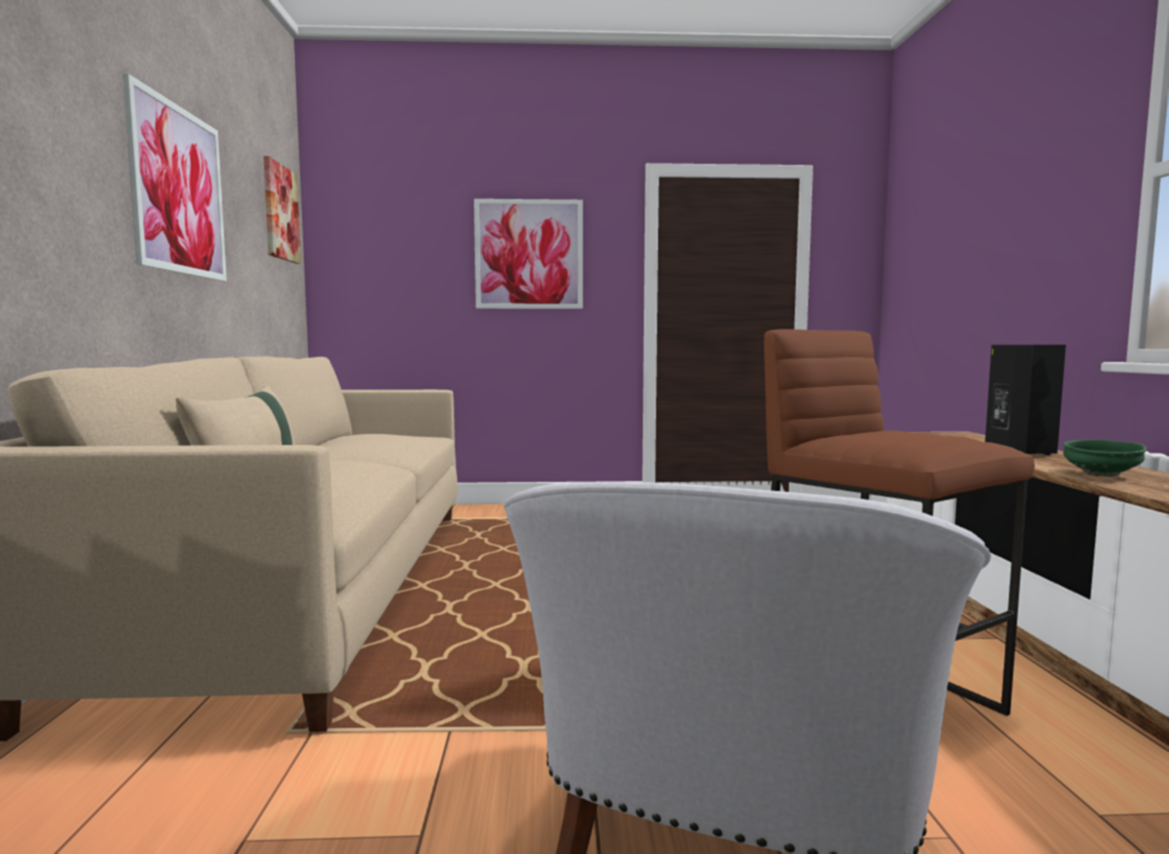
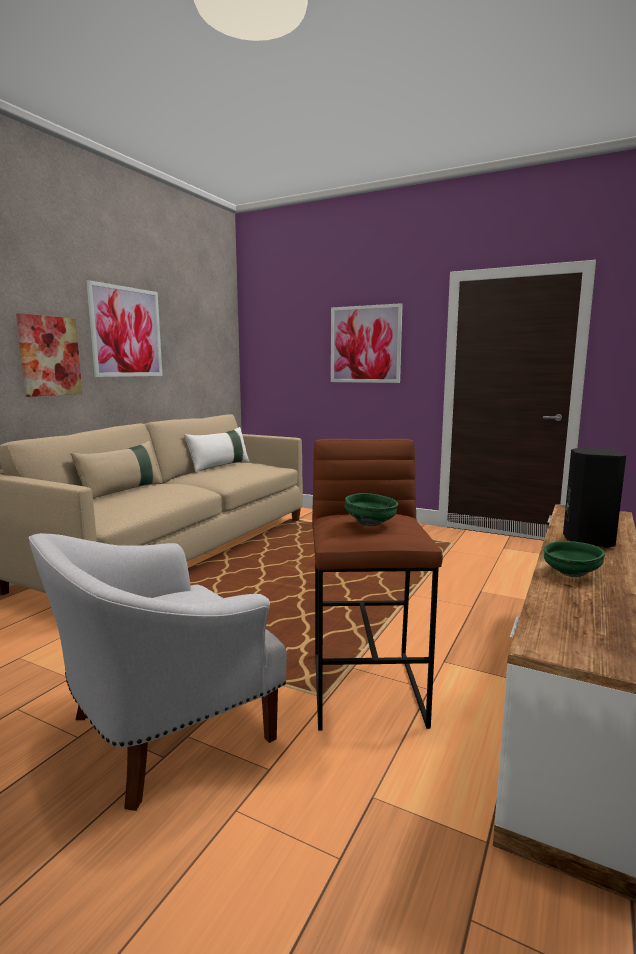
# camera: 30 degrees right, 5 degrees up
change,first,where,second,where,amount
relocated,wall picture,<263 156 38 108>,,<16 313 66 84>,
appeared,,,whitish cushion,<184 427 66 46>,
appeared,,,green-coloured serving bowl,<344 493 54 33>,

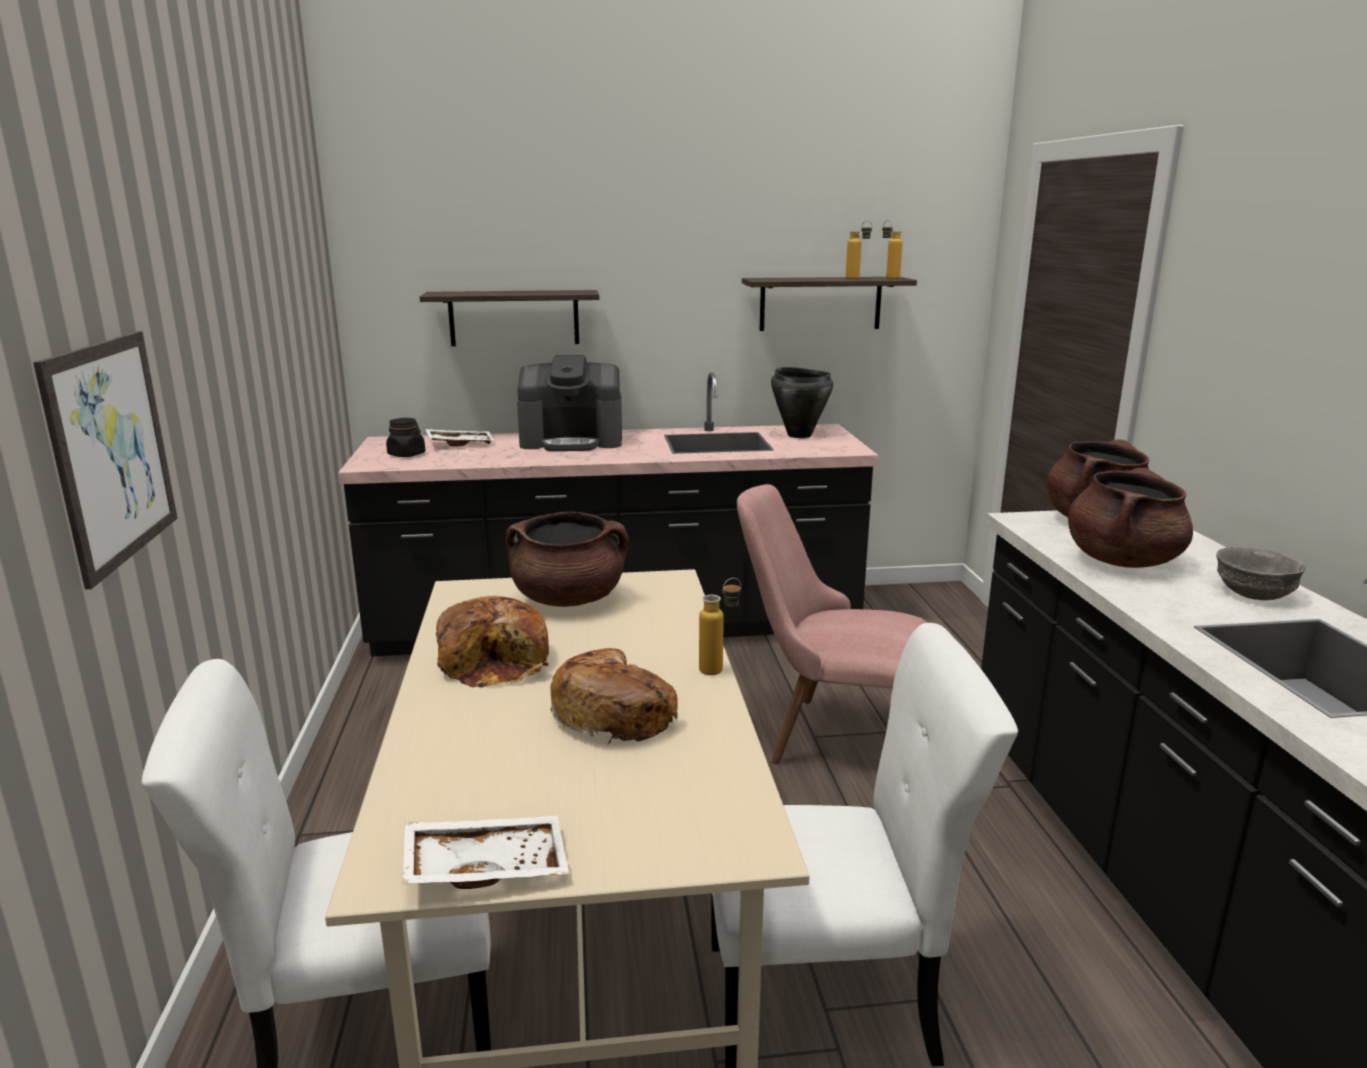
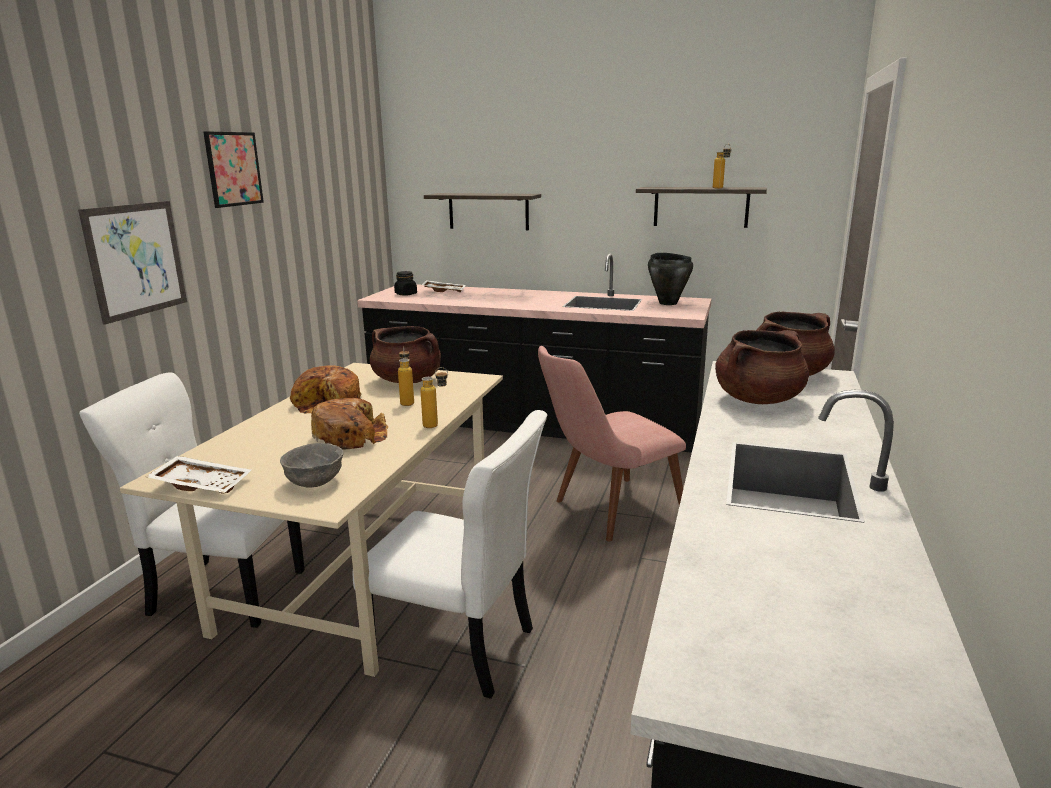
# camera: 25 degrees right, 0 degrees up
change,first,where,second,where,amount
relocated,beverage bottle,<882 220 21 59>,,<398 346 16 60>,
missing,coffee maker,<517 355 105 96>,,,
spun,pink upright chair,<737 484 191 280>,,<538 346 148 195>,75 degrees counterclockwise
relocated,greyish serving bowl,<1216 547 90 53>,,<280 443 63 45>,
appeared,,,wall picture,<203 131 61 77>,

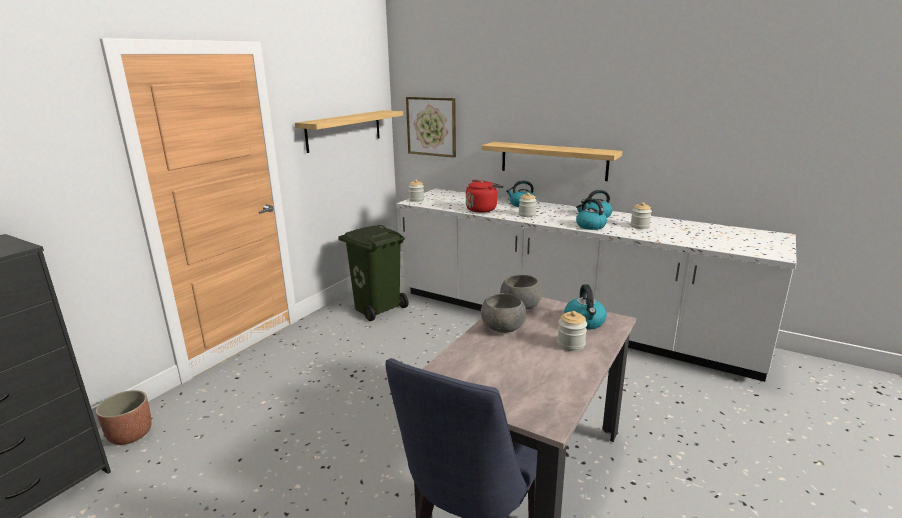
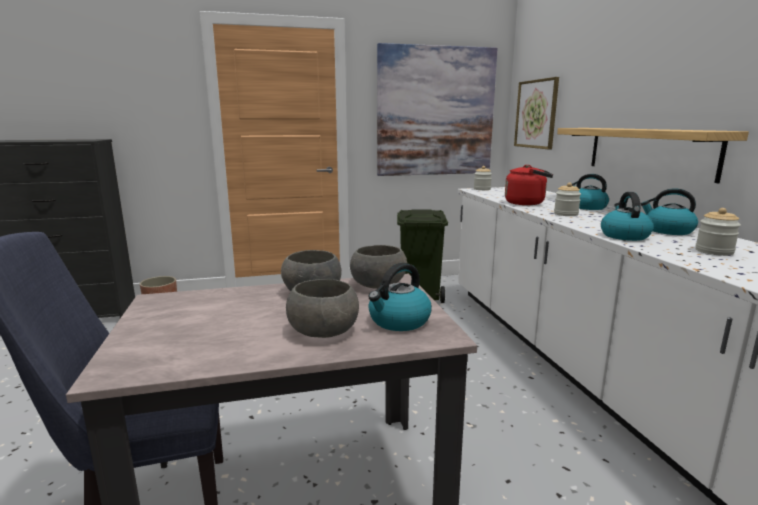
# camera: 45 degrees right, 5 degrees down
change,first,where,second,where,amount
exchanged,shelf,<295 110 108 43>,wall picture,<377 43 121 133>,
exchanged,storage jar,<557 311 30 40>,greyish serving bowl,<286 279 73 59>,

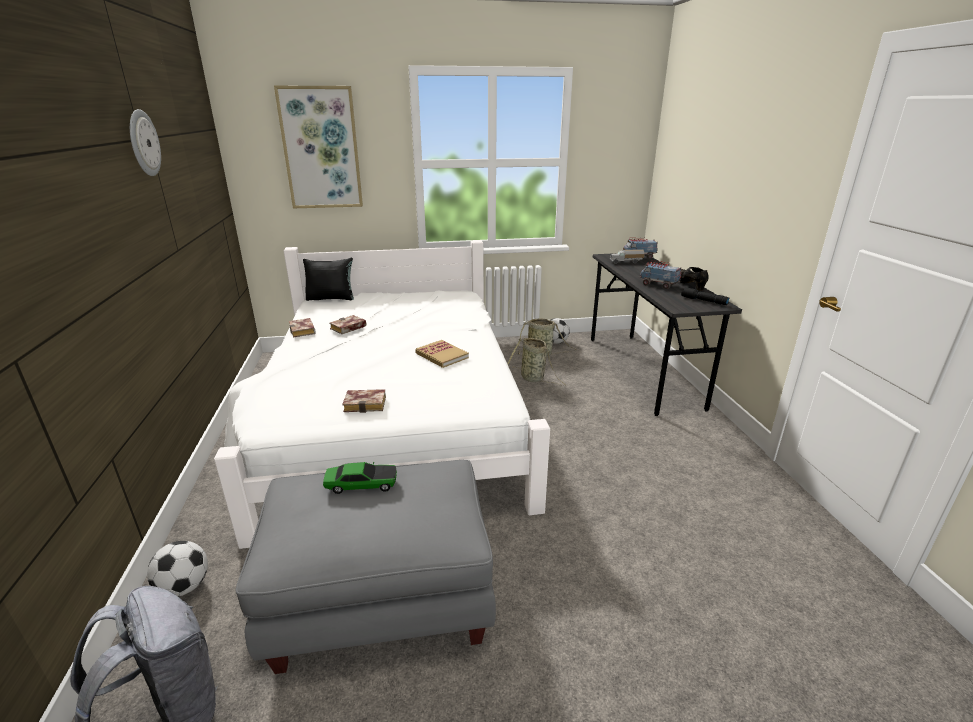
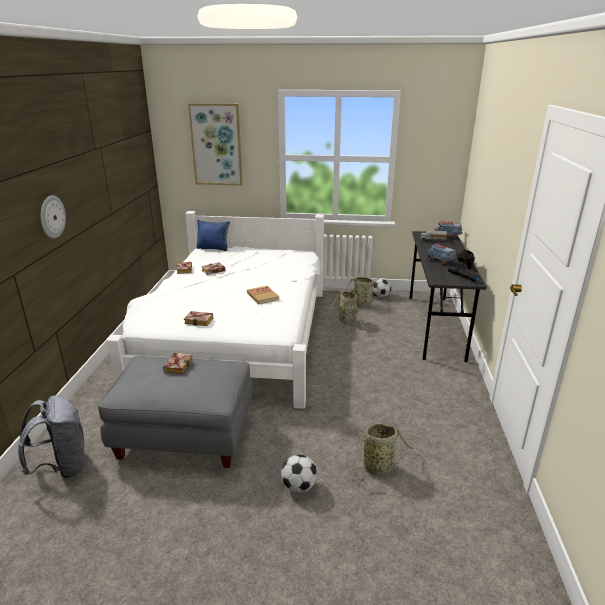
# camera: 15 degrees right, 0 degrees up
change,first,where,second,where,amount
relocated,clock on the wall,<130 109 31 67>,,<41 195 25 44>,
colour,black-coloured cushion,<303 258 51 43>,bluish cushion,<196 220 34 31>,
exchanged,model car,<323 462 74 32>,volume,<163 353 30 21>,
relocated,football,<147 541 61 56>,,<281 455 36 38>,
appeared,,,basket,<350 424 68 58>,

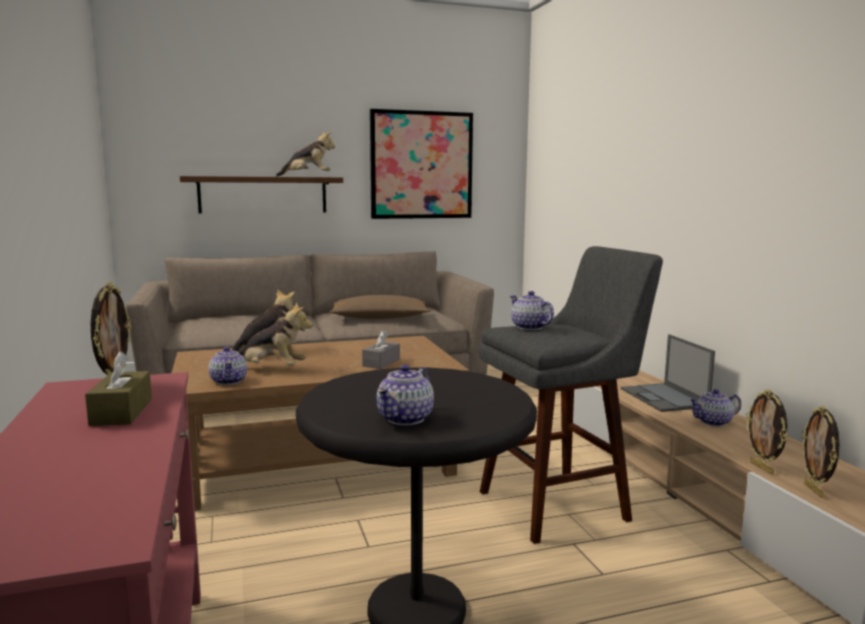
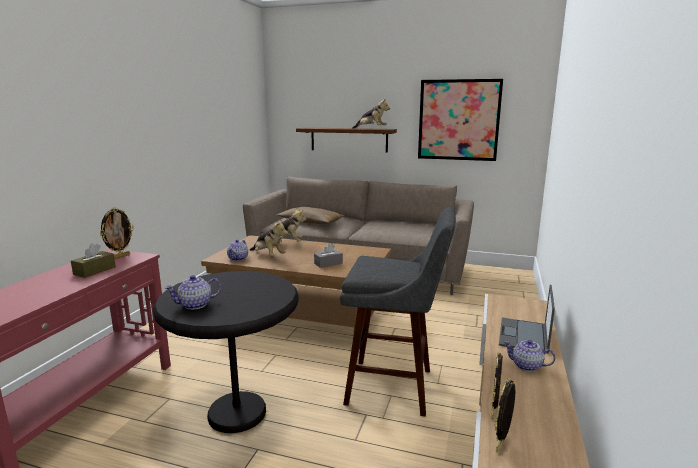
# camera: 35 degrees right, 5 degrees up
change,first,where,second,where,amount
missing,teapot,<510 291 44 39>,,,
relocated,brown-coloured cushion,<329 295 101 24>,,<276 207 69 17>,

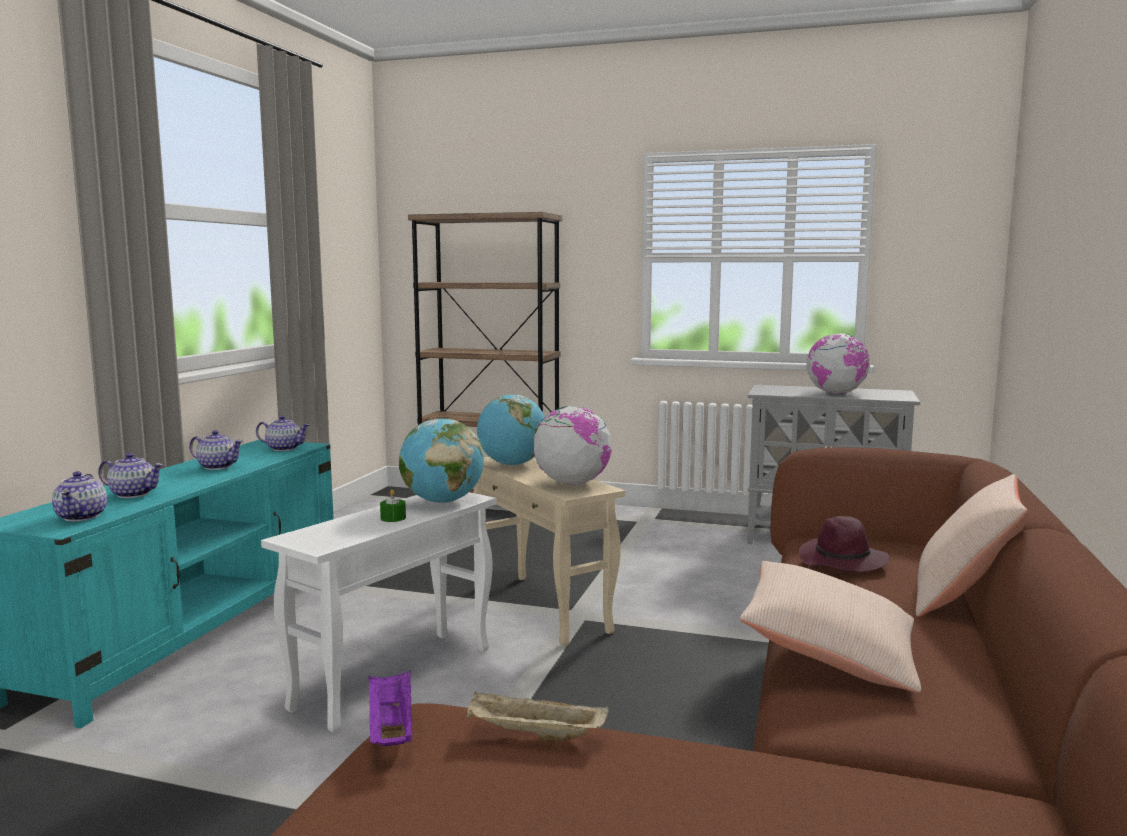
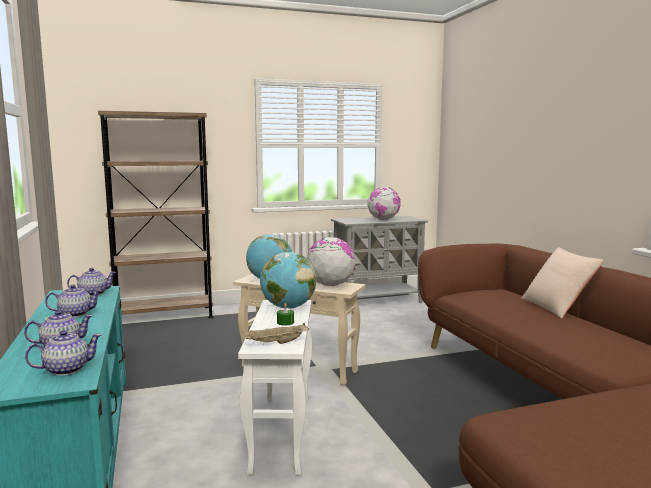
# camera: 35 degrees left, 0 degrees up
change,first,where,second,where,amount
spun,teapot,<52 471 55 50>,,<25 330 77 46>,75 degrees counterclockwise
missing,purplish hat,<799 516 90 56>,,,
missing,sand-coloured cushion,<740 561 181 132>,,,
missing,purplish serving tray,<368 670 44 77>,,,
relocated,sand-coloured serving tray,<467 691 142 50>,,<241 323 68 21>,

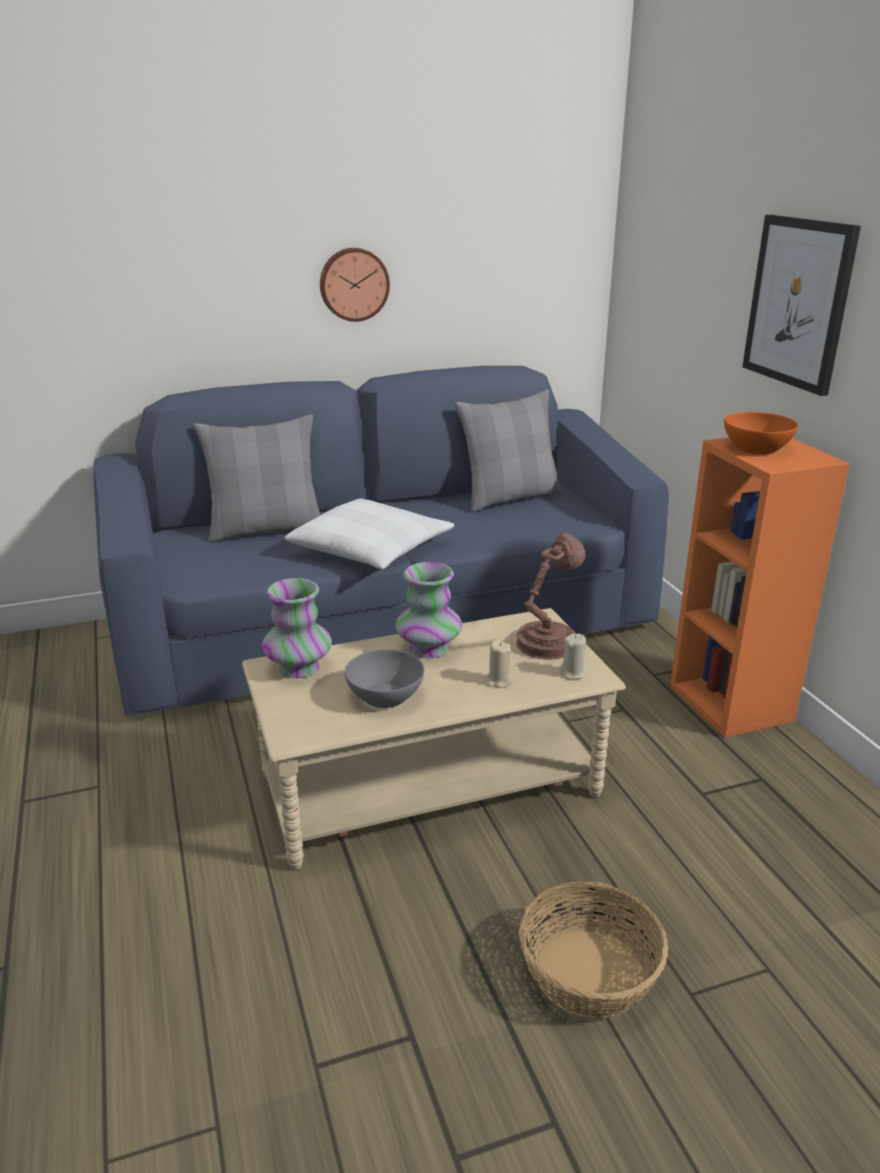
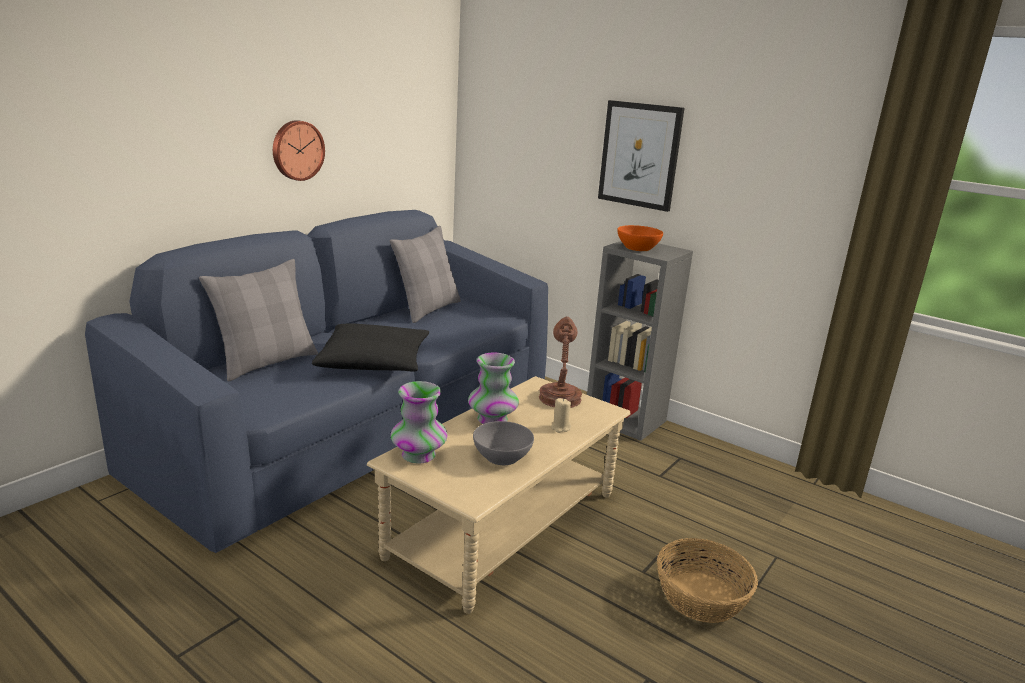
# camera: 35 degrees left, 5 degrees down
change,first,where,second,where,amount
colour,orangey shelving unit,<670 438 180 300>,greyish shelving unit,<587 241 106 200>,
colour,whitish cushion,<284 499 170 71>,black-coloured cushion,<312 323 117 49>,
missing,sand-coloured candle,<559 634 28 45>,,,

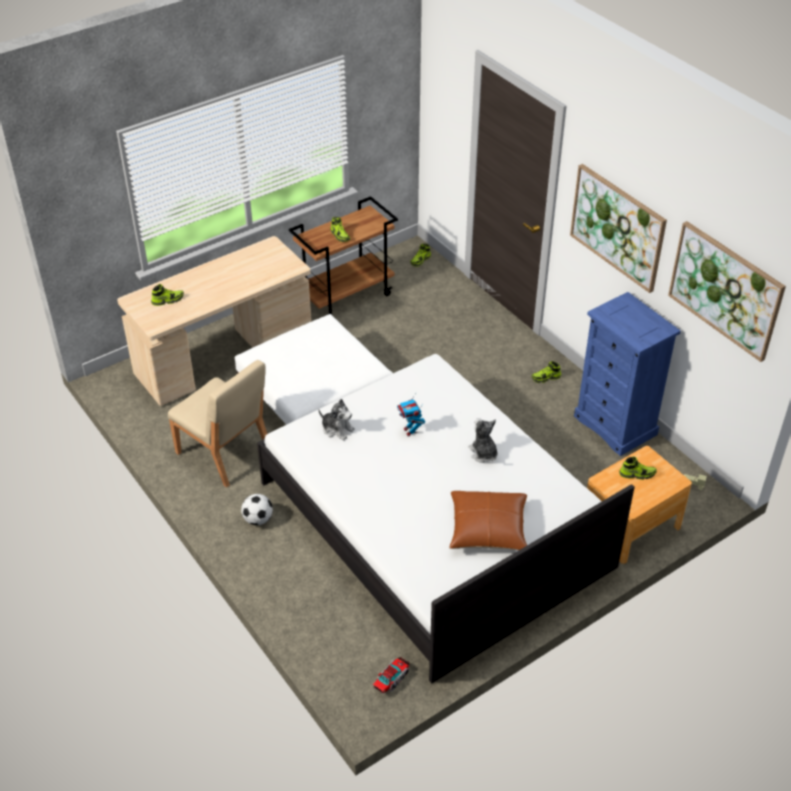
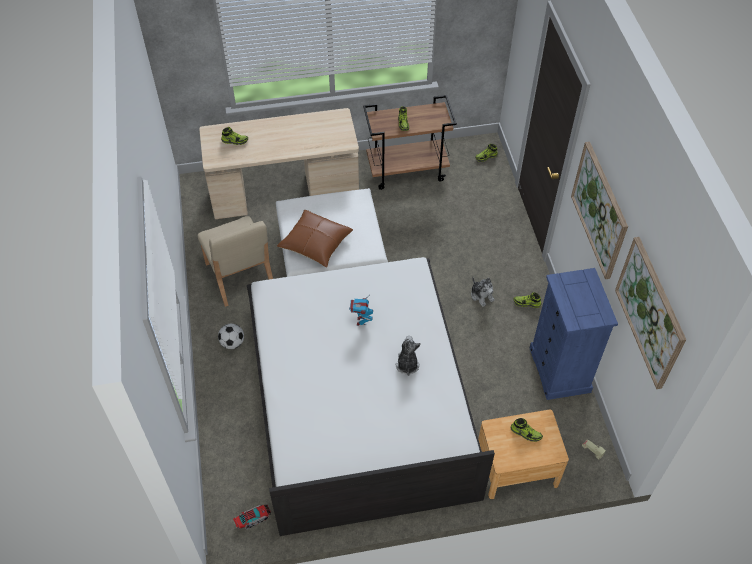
# camera: 25 degrees right, 10 degrees up
change,first,where,second,where,amount
relocated,cuddly toy,<318 399 37 42>,,<471 277 24 30>,
relocated,brown-coloured cushion,<449 491 78 59>,,<277 210 76 58>,

